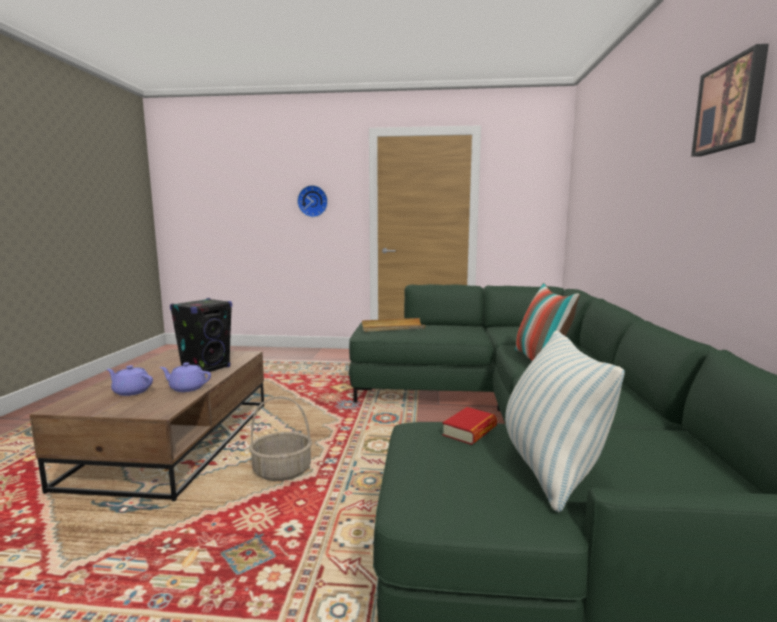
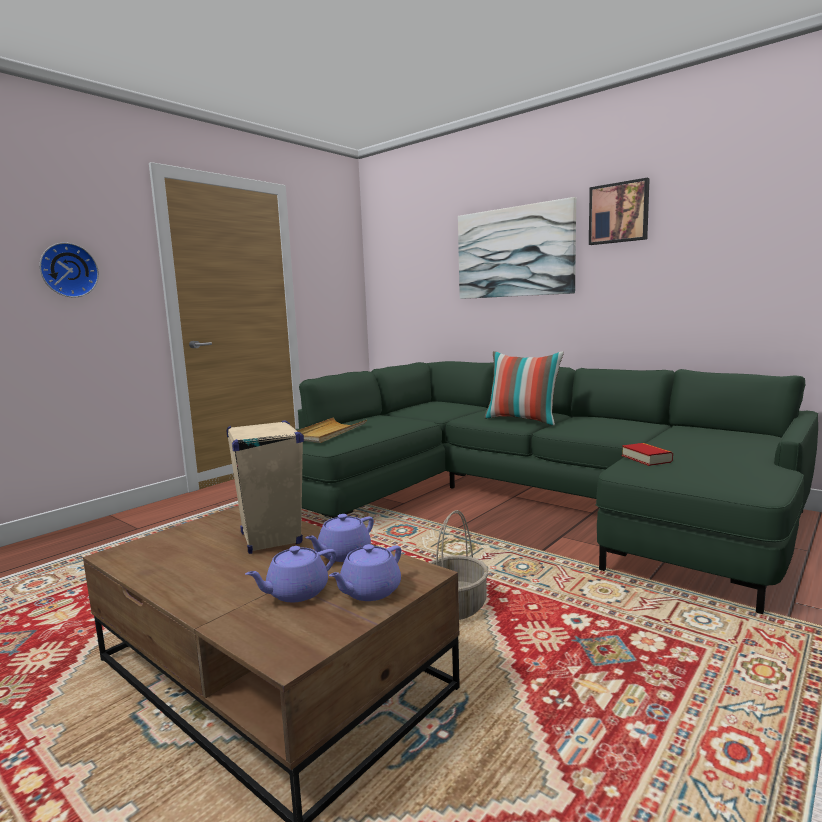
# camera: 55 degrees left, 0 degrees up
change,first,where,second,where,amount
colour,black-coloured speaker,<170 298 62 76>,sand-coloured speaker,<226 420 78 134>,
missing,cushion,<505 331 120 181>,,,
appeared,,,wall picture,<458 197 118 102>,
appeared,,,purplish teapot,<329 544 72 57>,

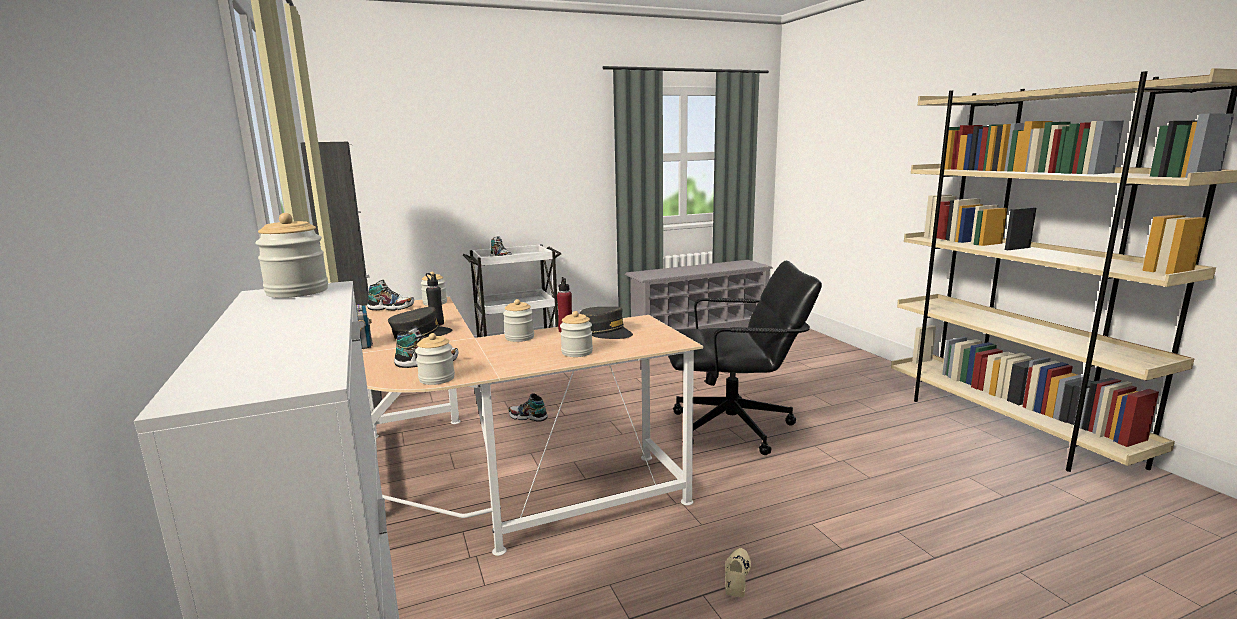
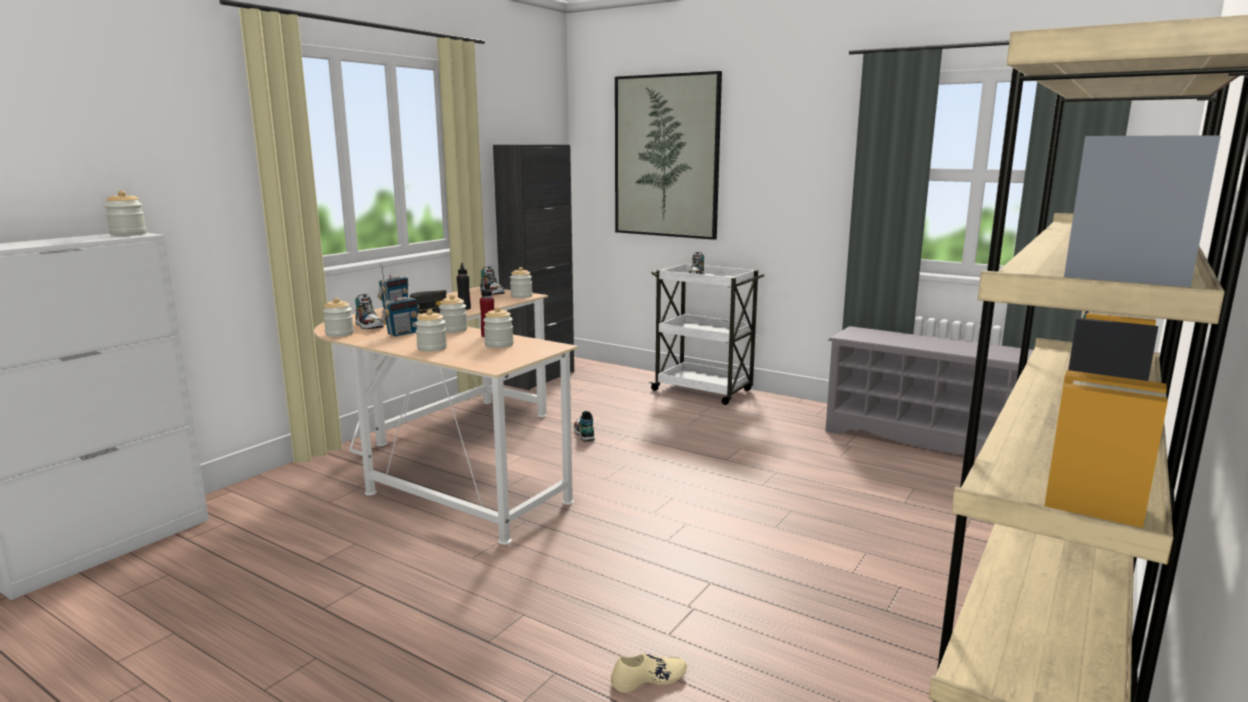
# camera: 55 degrees right, 0 degrees up
change,first,where,second,where,amount
missing,black-coloured office chair,<668 261 154 194>,,,
exchanged,greyish cap,<580 307 53 32>,storage jar,<483 306 31 42>,
relocated,sand-coloured item of footwear,<725 548 26 49>,,<611 654 76 39>,
appeared,,,wall picture,<615 71 107 169>,
appeared,,,radio,<381 283 38 53>,

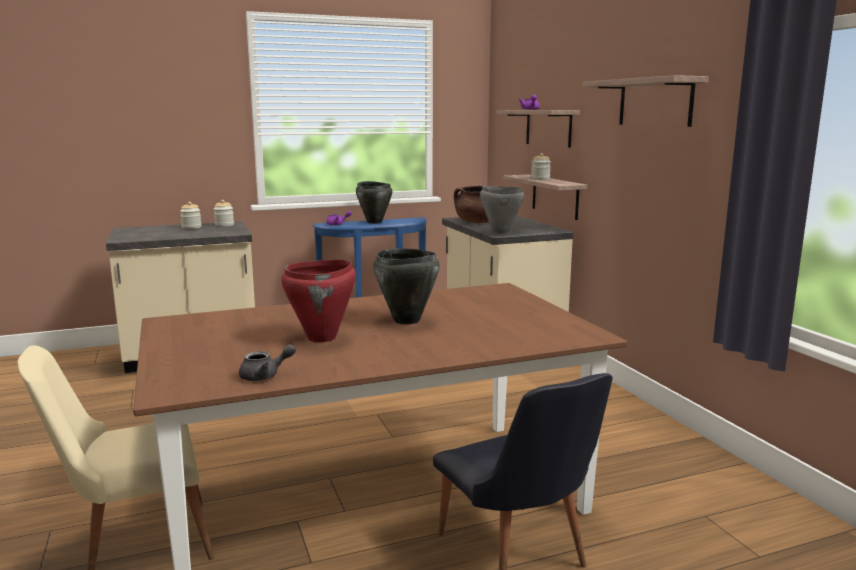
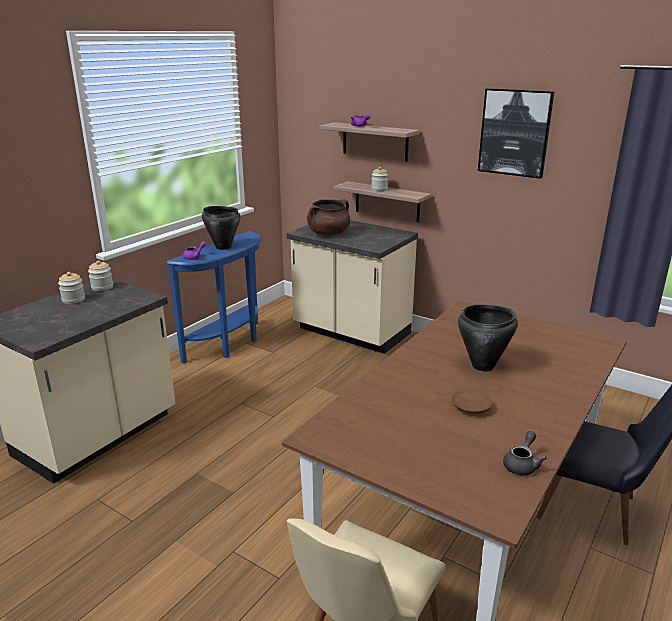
# camera: 35 degrees left, 10 degrees up
change,first,where,second,where,amount
exchanged,shelf,<583 75 126 52>,wall picture,<478 88 76 91>,
missing,greyish stockpot,<480 186 44 48>,,,
exchanged,reddish stockpot,<281 260 75 83>,brown-coloured plate,<451 390 41 24>,

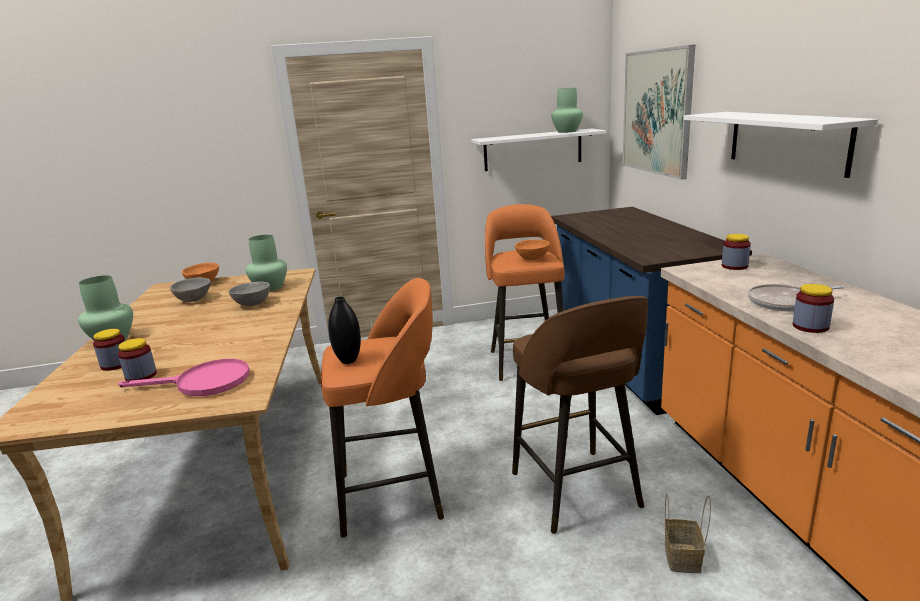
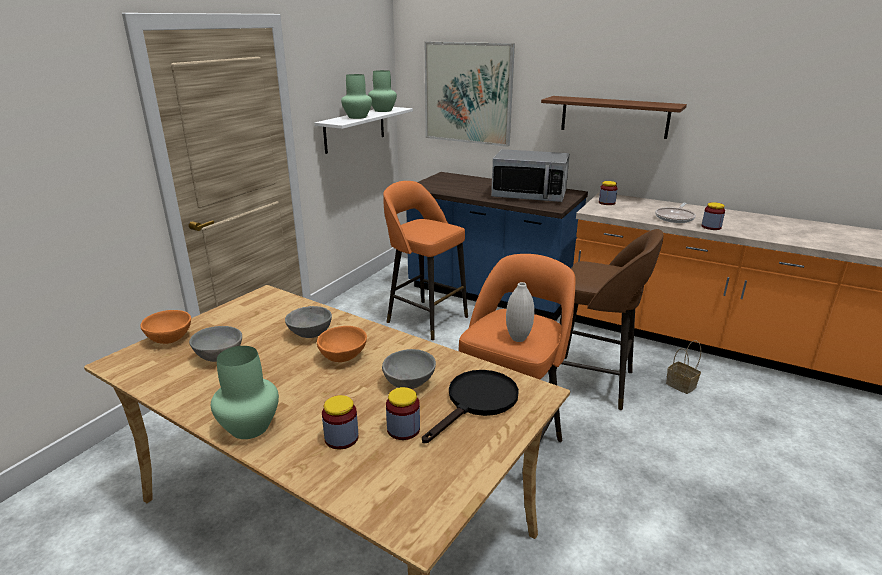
# camera: 50 degrees left, 5 degrees up
change,first,where,second,where,amount
colour,whitish shelf,<684 112 194 66>,brown-coloured shelf,<541 96 146 43>,
relocated,green-coloured vase,<246 235 41 57>,,<341 74 31 45>,
relocated,orangey serving bowl,<515 240 35 20>,,<317 326 50 36>,
colour,black-coloured vase,<328 296 33 68>,whitish vase,<506 282 28 60>,
colour,pink pan,<118 359 132 37>,black-coloured pan,<422 370 97 73>,
appeared,,,kitchen microwave,<491 149 79 53>,
appeared,,,greyish serving bowl,<382 349 54 40>,

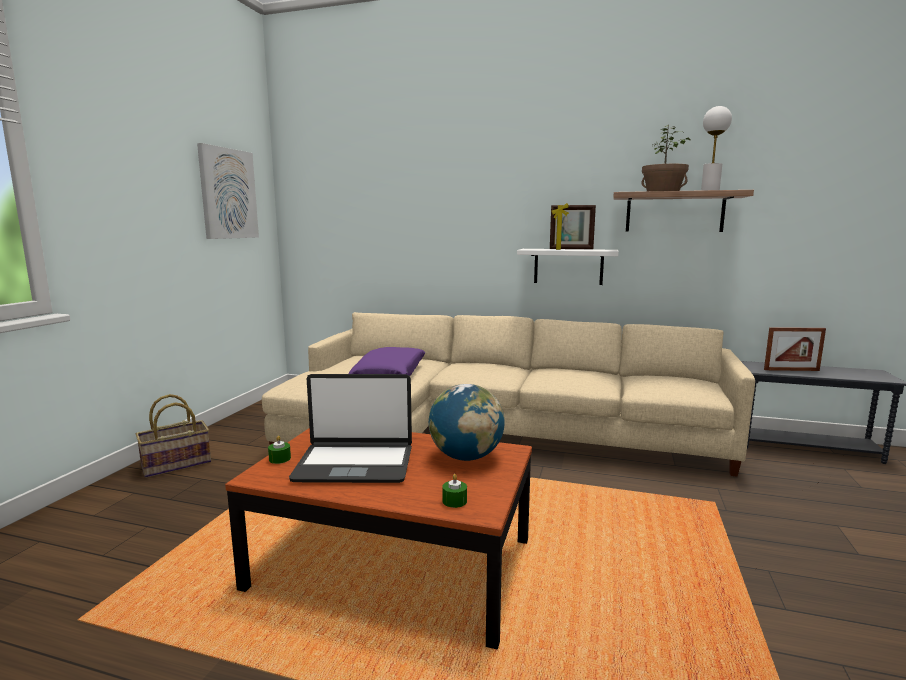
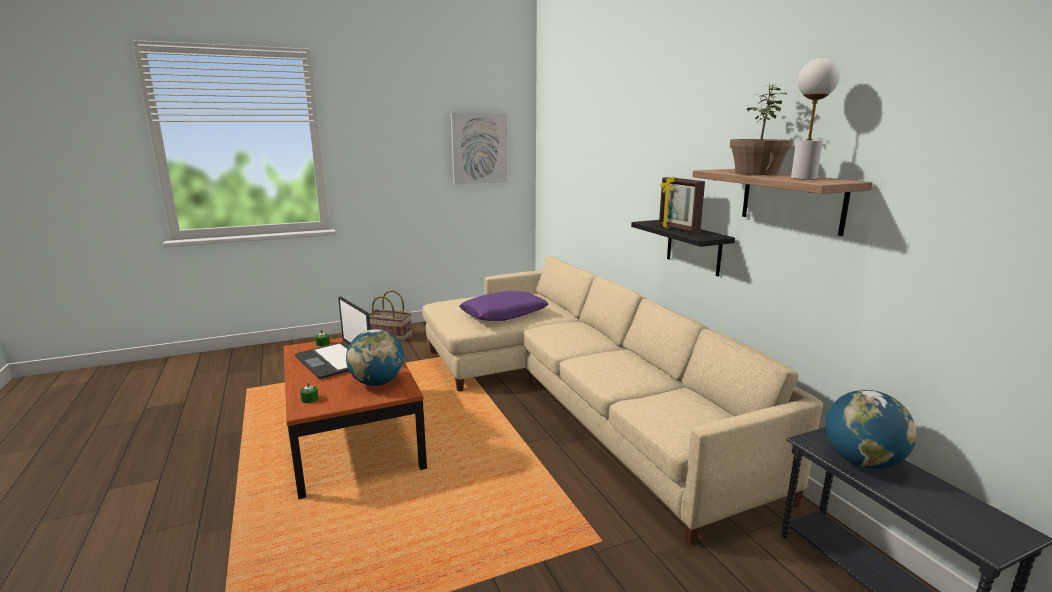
# camera: 50 degrees right, 5 degrees up
change,first,where,second,where,amount
colour,whitish shelf,<517 249 102 36>,black-coloured shelf,<631 220 104 56>,
exchanged,standing frame,<764 327 62 44>,desk globe,<826 390 90 79>,

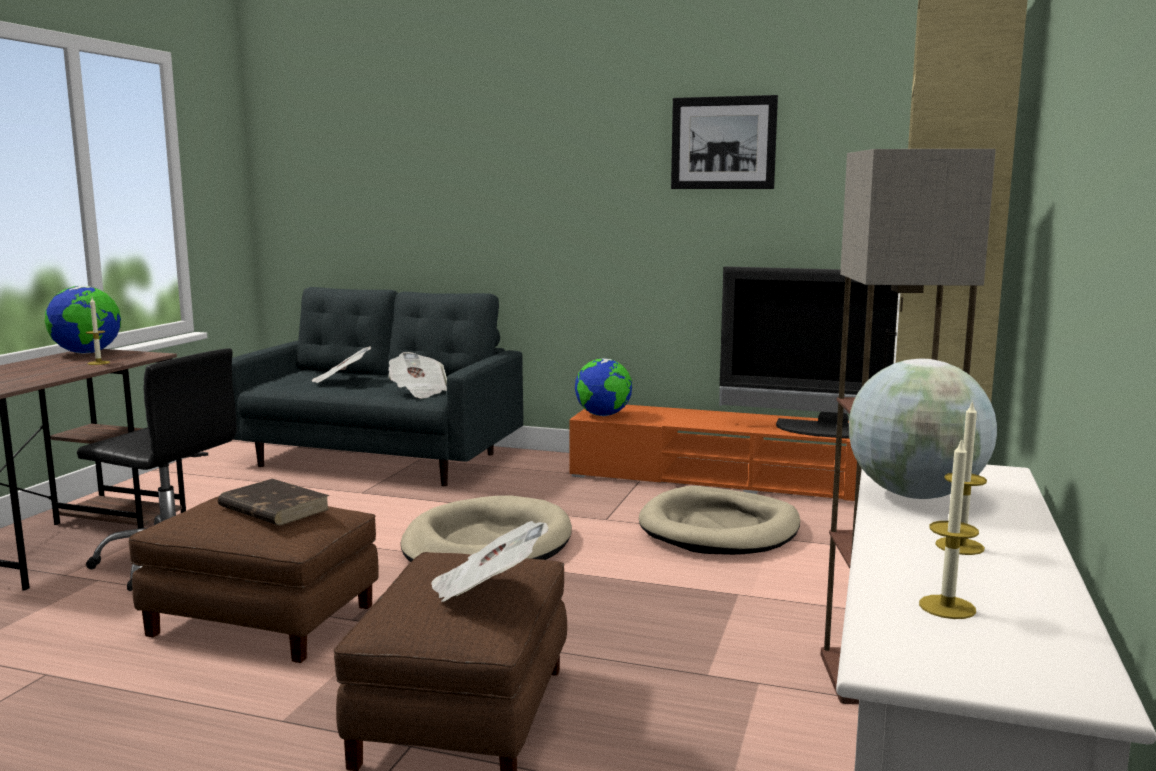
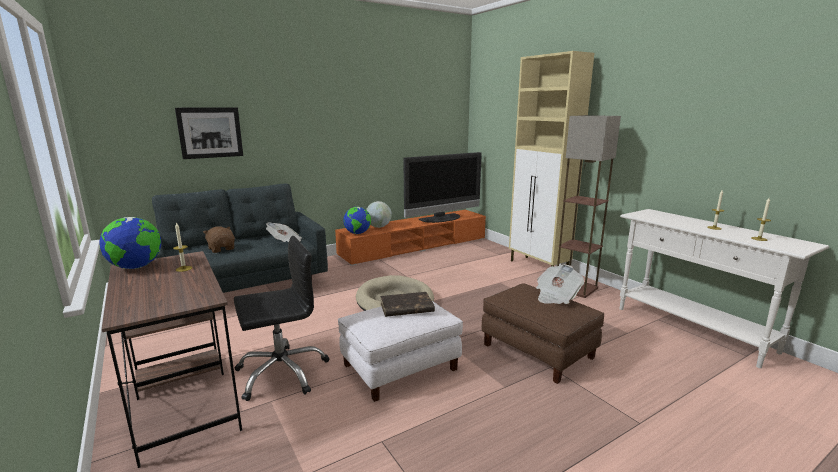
# camera: 50 degrees left, 5 degrees up
change,first,where,second,where,amount
relocated,wall picture,<671 95 107 94>,,<175 107 68 52>,
exchanged,newspaper,<311 347 60 36>,brown-coloured cuddly toy,<203 226 32 27>,
relocated,desk globe,<849 359 148 140>,,<366 201 26 27>,
missing,sand-coloured dog cushion,<639 486 161 69>,,,
colour,brown-coloured footrest,<129 496 250 167>,whitish footrest,<338 301 125 101>,

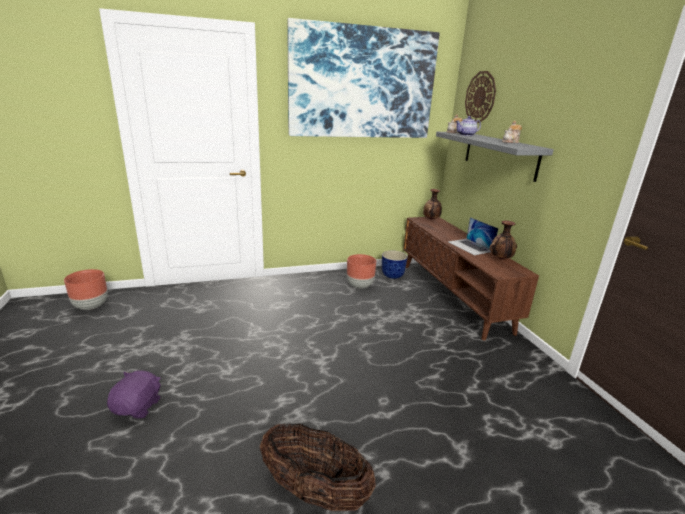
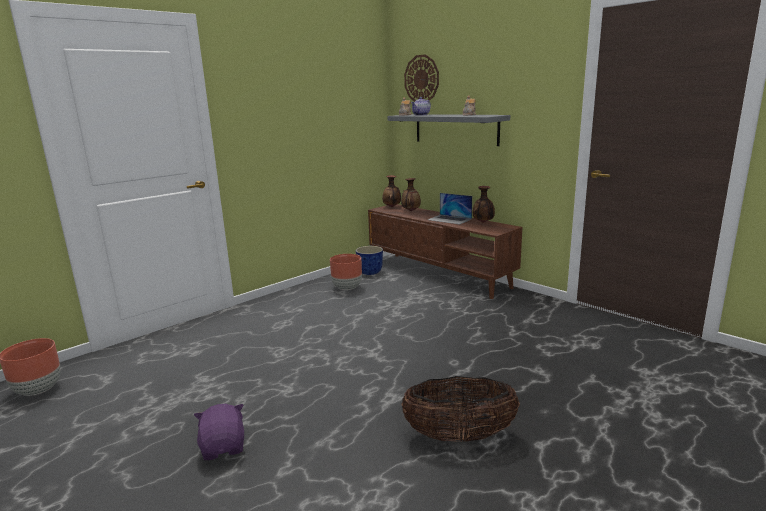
# camera: 25 degrees left, 5 degrees down
change,first,where,second,where,amount
missing,wall picture,<287 18 153 120>,,,
appeared,,,vase,<401 178 20 33>,

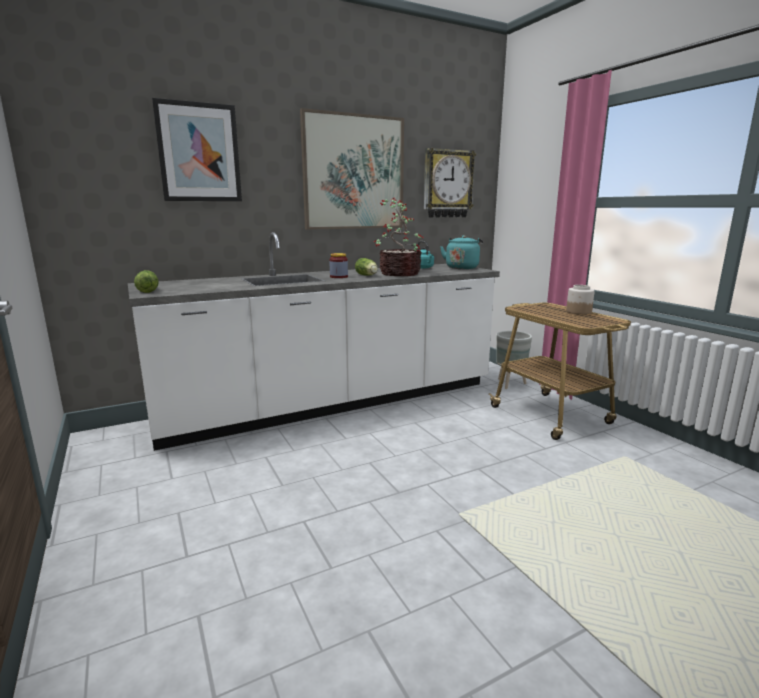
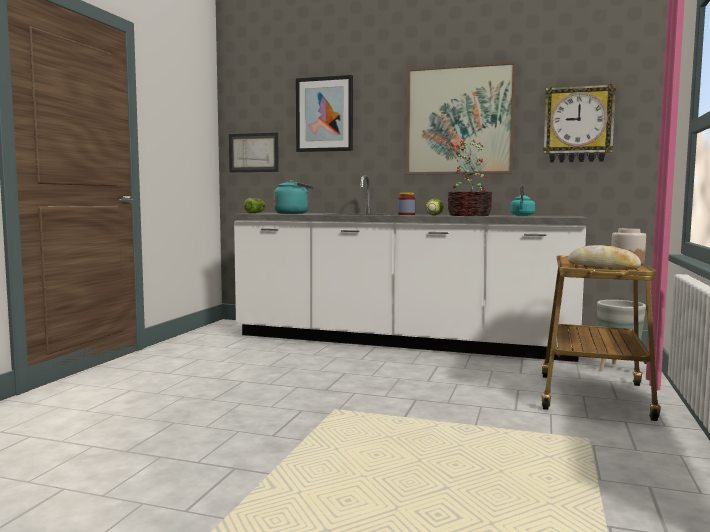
# camera: 45 degrees right, 10 degrees down
change,first,where,second,where,amount
relocated,blue-green kettle,<440 235 43 34>,,<274 180 39 34>,
appeared,,,wall picture,<229 133 50 39>,
appeared,,,bread,<568 245 73 24>,

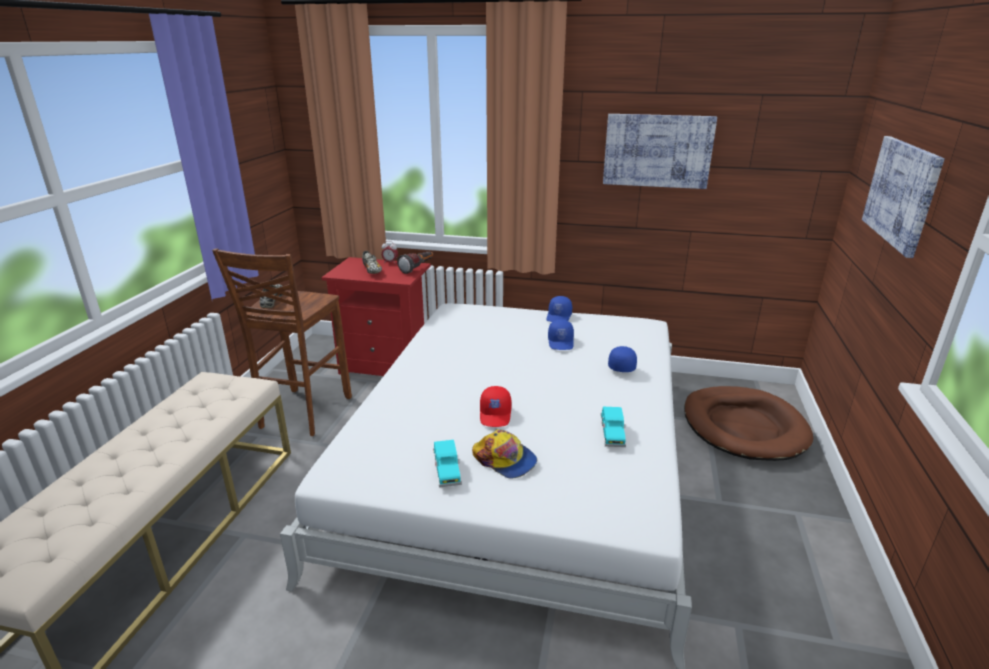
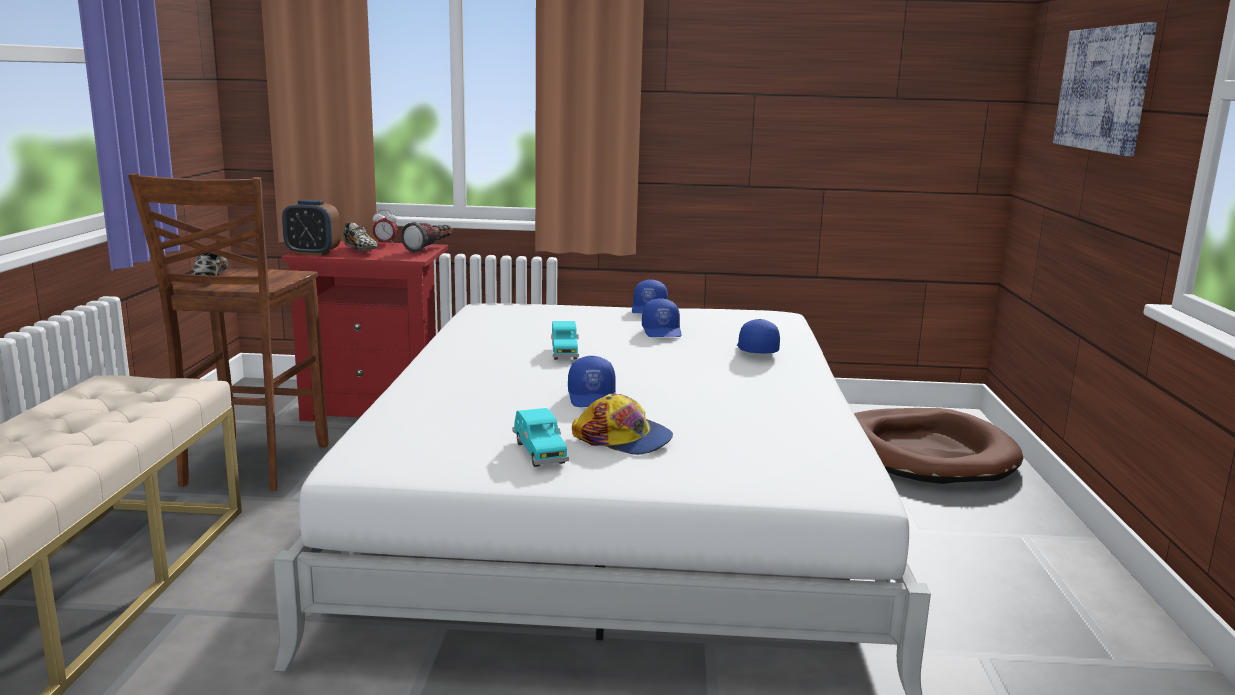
# camera: 10 degrees left, 10 degrees down
change,first,where,second,where,amount
missing,wall picture,<603 114 114 75>,,,
colour,reddish cap,<480 386 32 41>,bluish cap,<568 356 48 51>,
relocated,blue-green model car,<601 407 25 40>,,<551 321 28 39>,
appeared,,,alarm clock,<282 199 59 57>,

